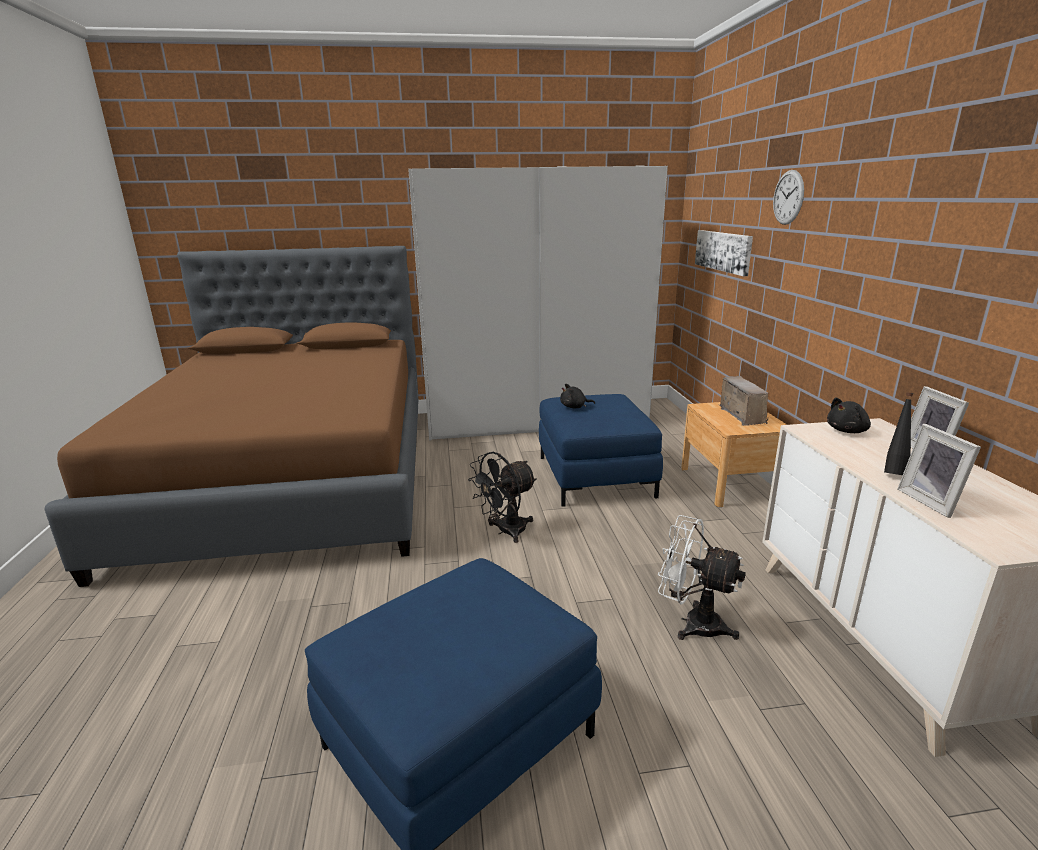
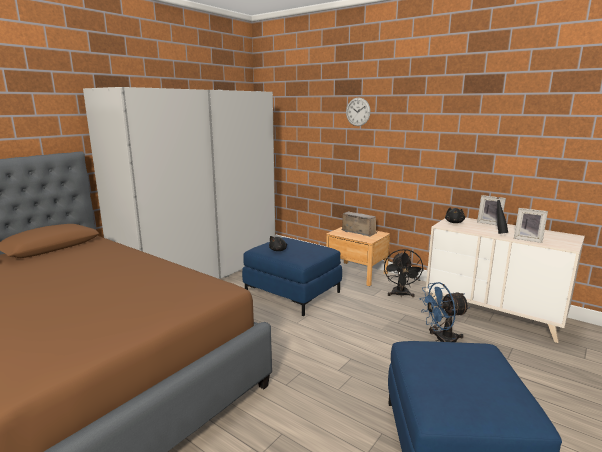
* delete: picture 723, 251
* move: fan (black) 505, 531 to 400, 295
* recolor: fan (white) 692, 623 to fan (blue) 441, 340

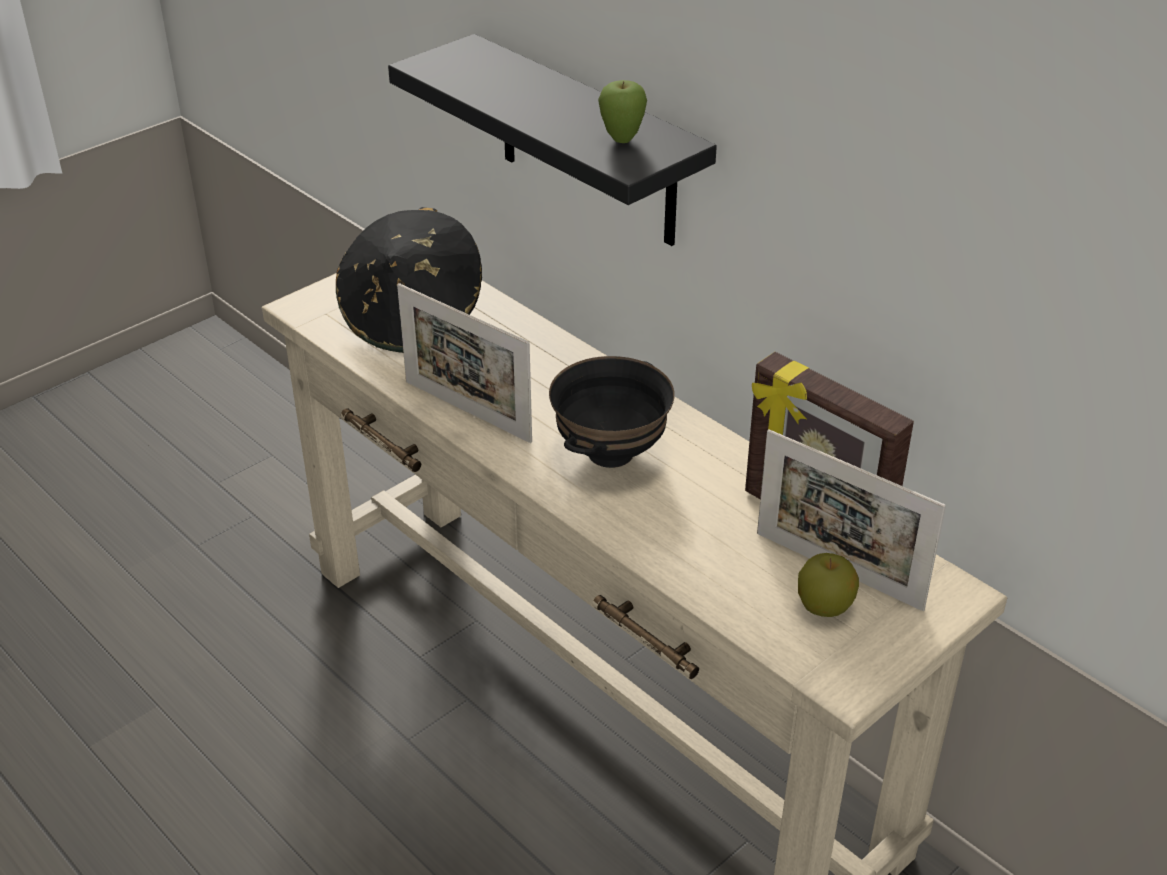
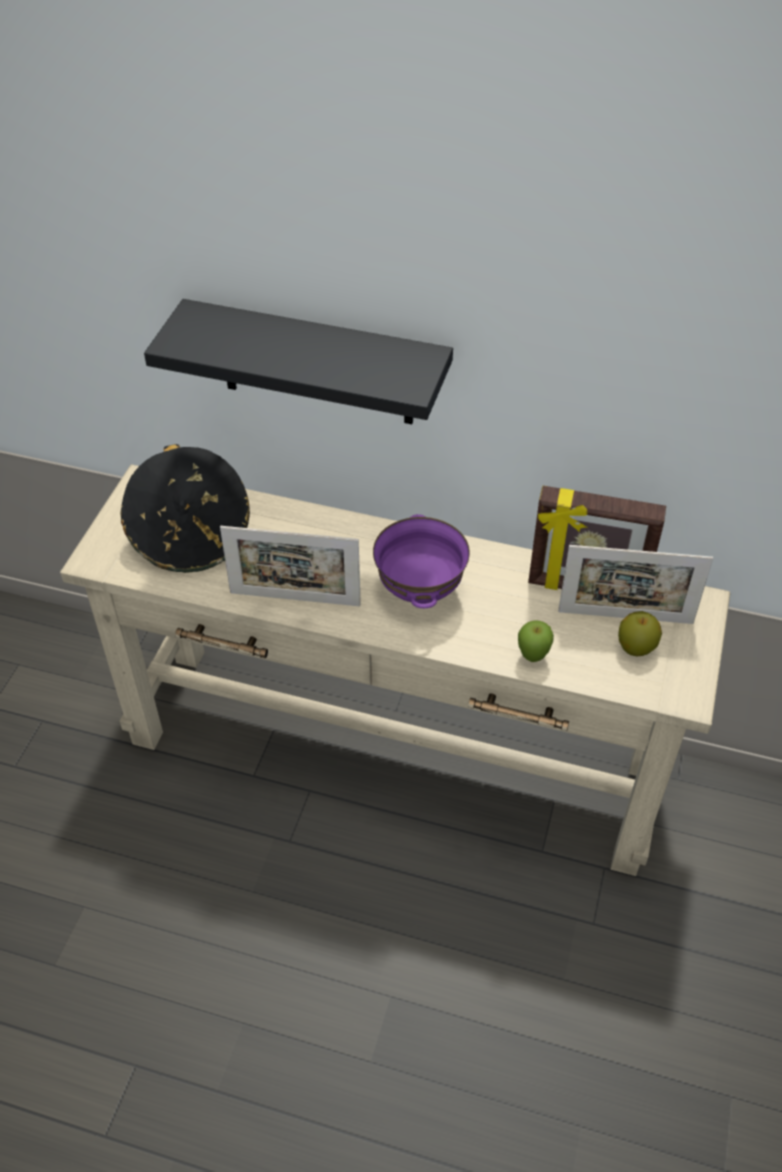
* move: apple 622, 140 to 532, 657
* recolor: bowl (black) 609, 453 to bowl (purple) 419, 591

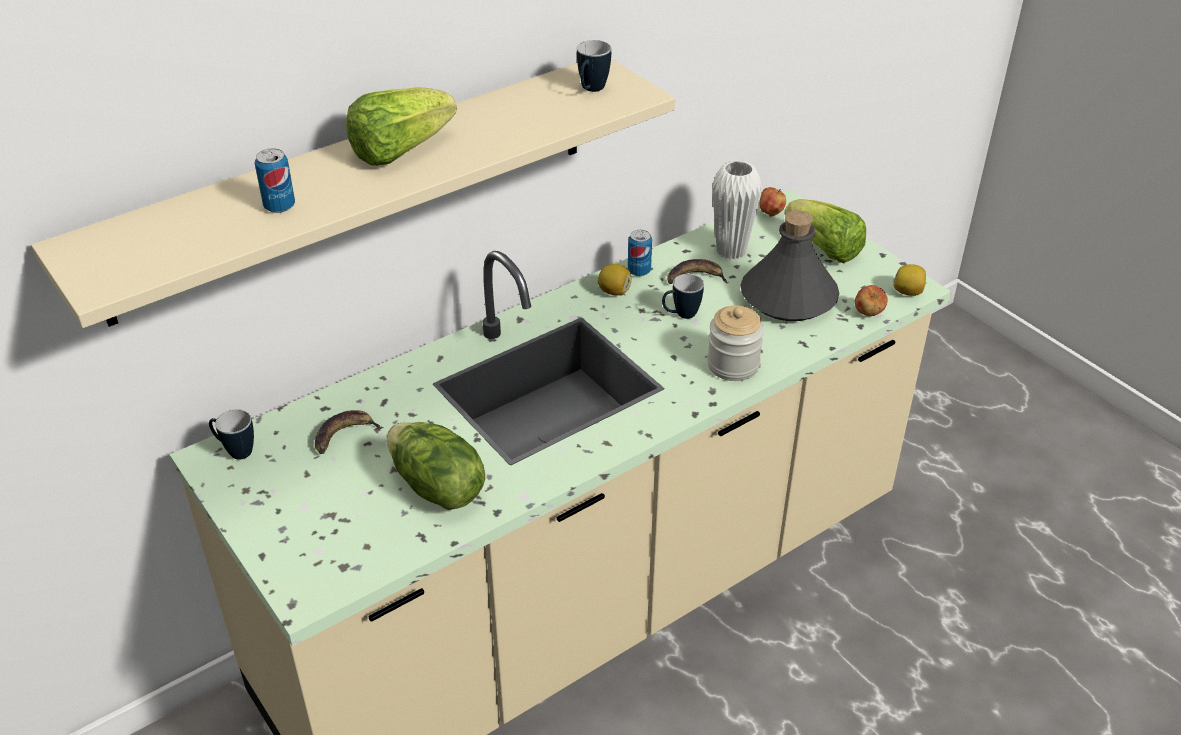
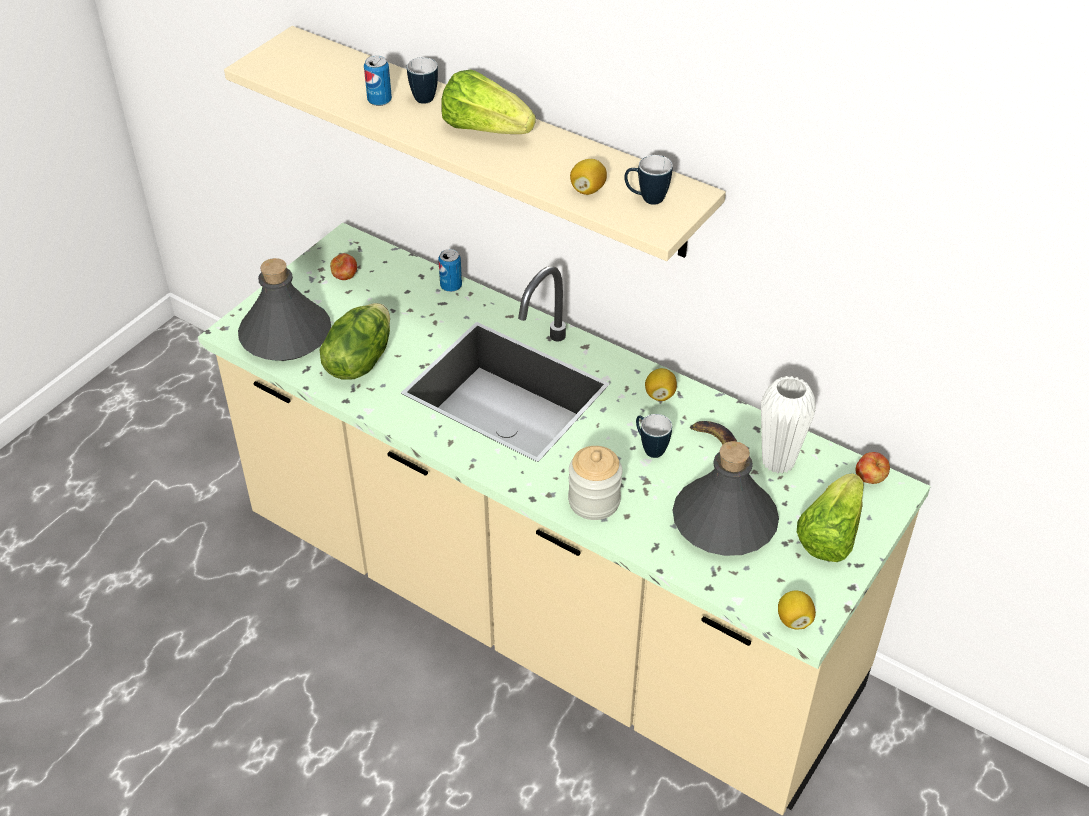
* move: can 639, 271 to 451, 286
* move: apple 868, 313 to 345, 278
* move: mug 235, 451 to 425, 96
* delete: banana 344, 435
* insert: lemon 588, 189
* insert: bottle (grey) 286, 336

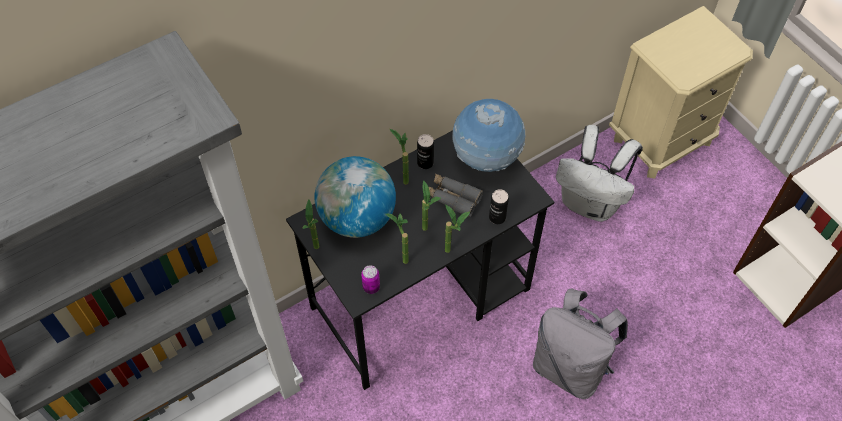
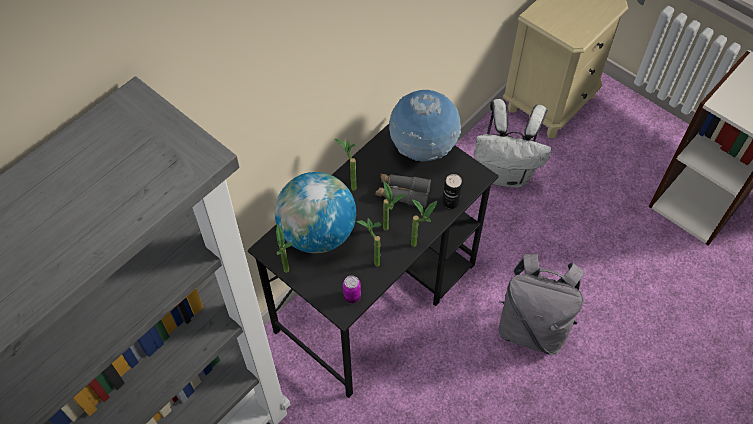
* delete: can 425, 163

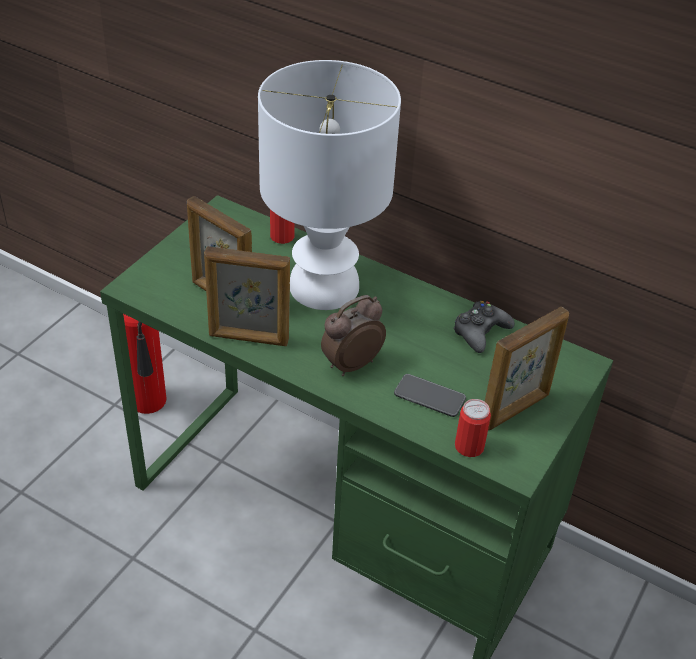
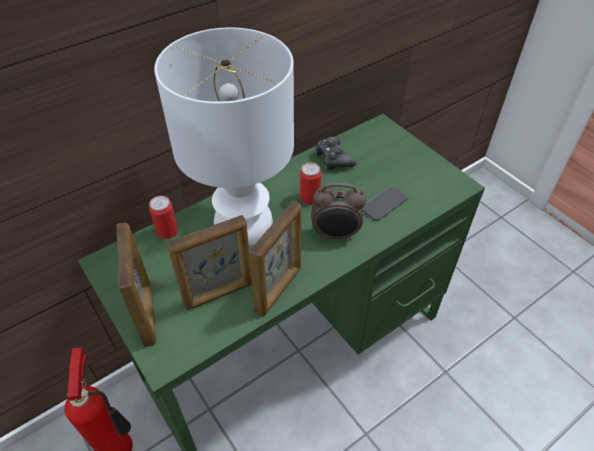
* rotate: alarm clock 350, 364 = 335, 235 75 degrees counterclockwise
* move: picture frame 515, 409 to 148, 314
* move: can 469, 446 to 310, 197

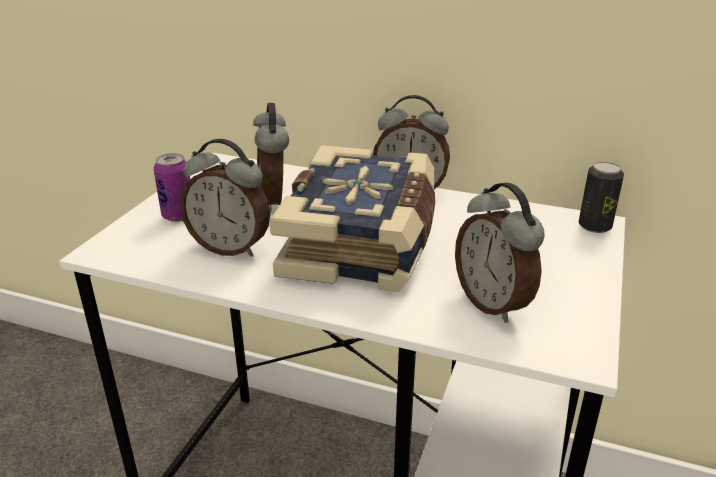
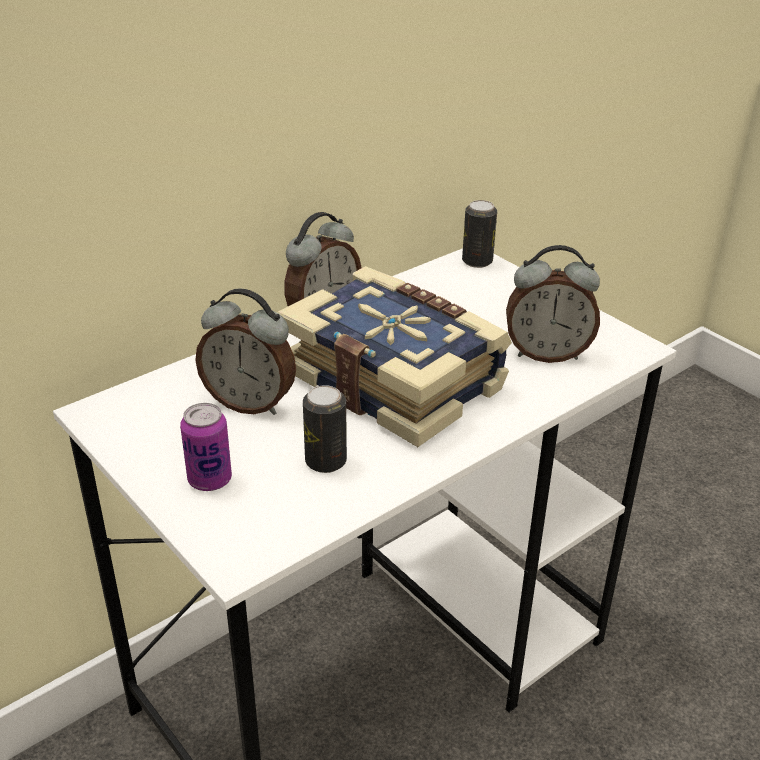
* replace: alarm clock 231, 248 to can 326, 461

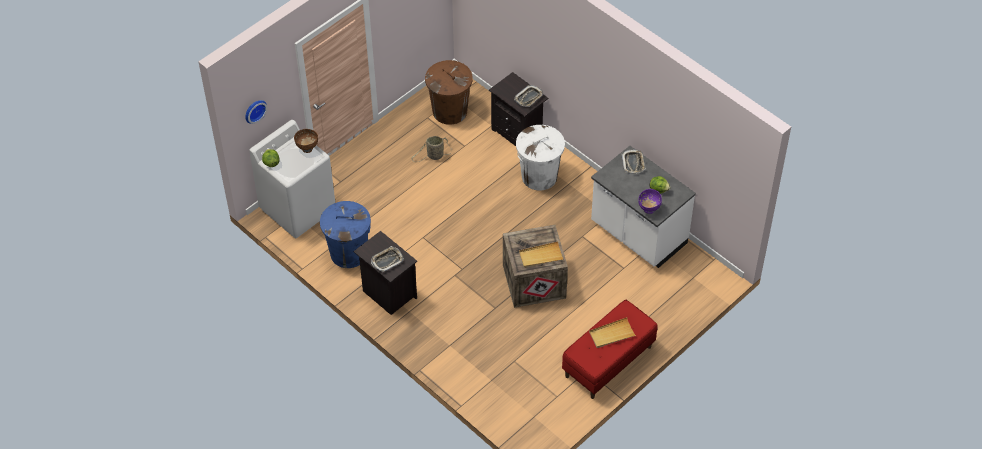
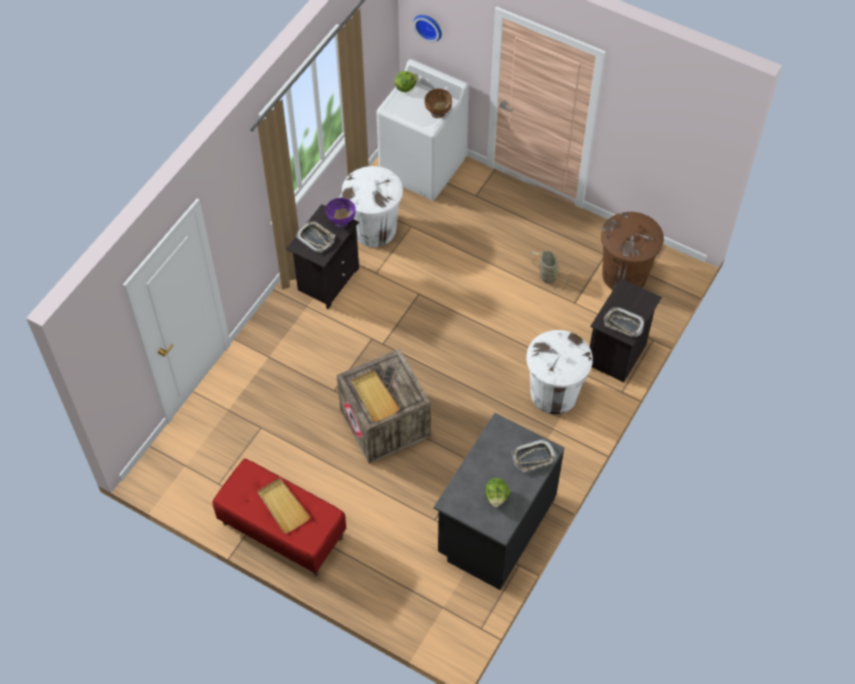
* recolor: counter (white) 638, 234 to counter (black) 495, 526
* move: bowl (purple) 649, 209 to 341, 221
* recolor: trash can (blue) 348, 253 to trash can (white) 374, 229

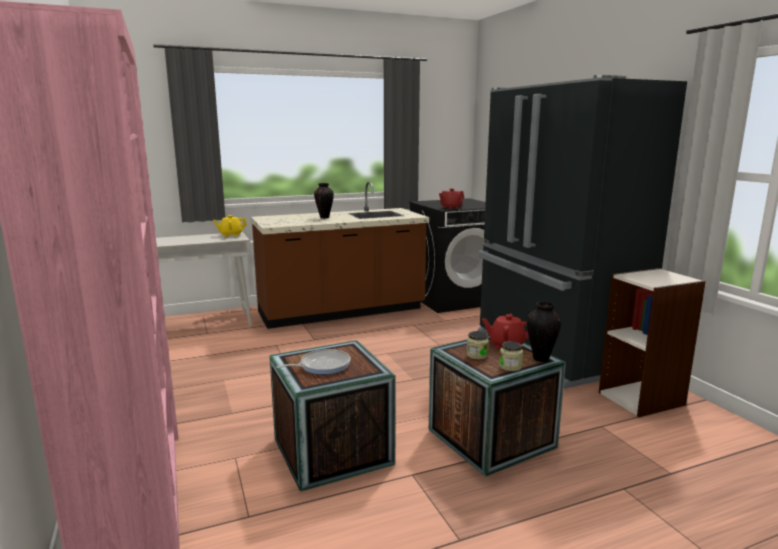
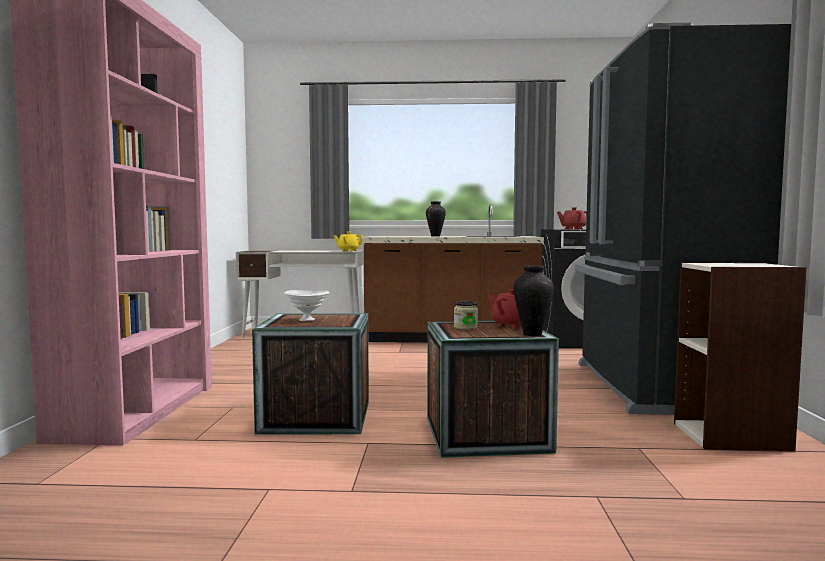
* delete: jar 510, 367
* replace: frying pan 322, 366 to bowl (white) 306, 320

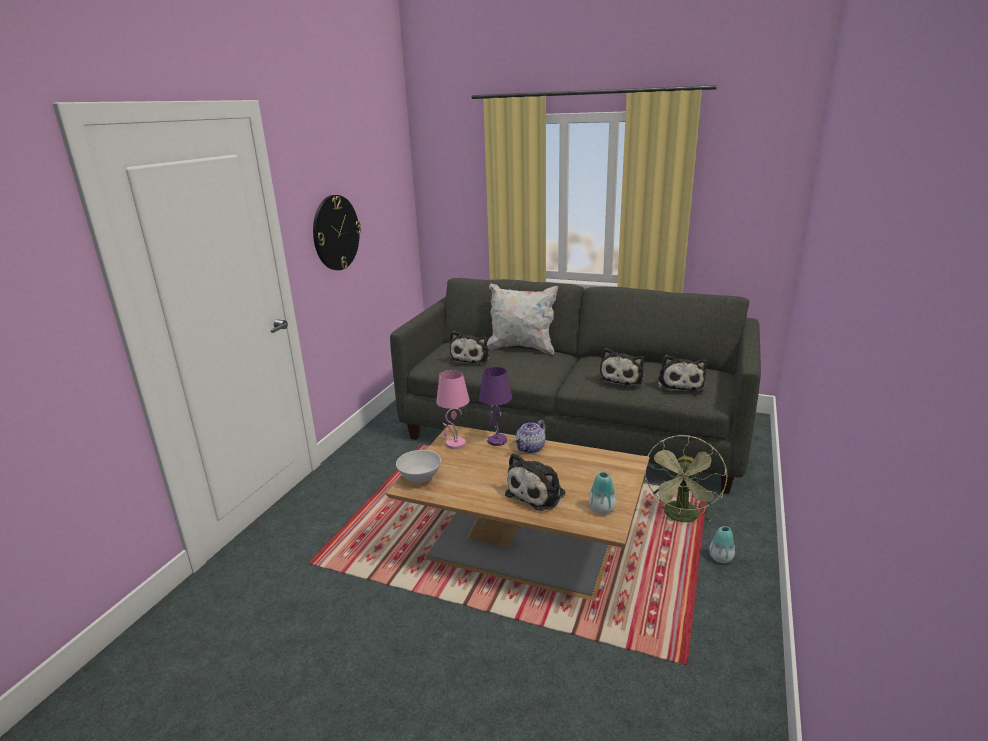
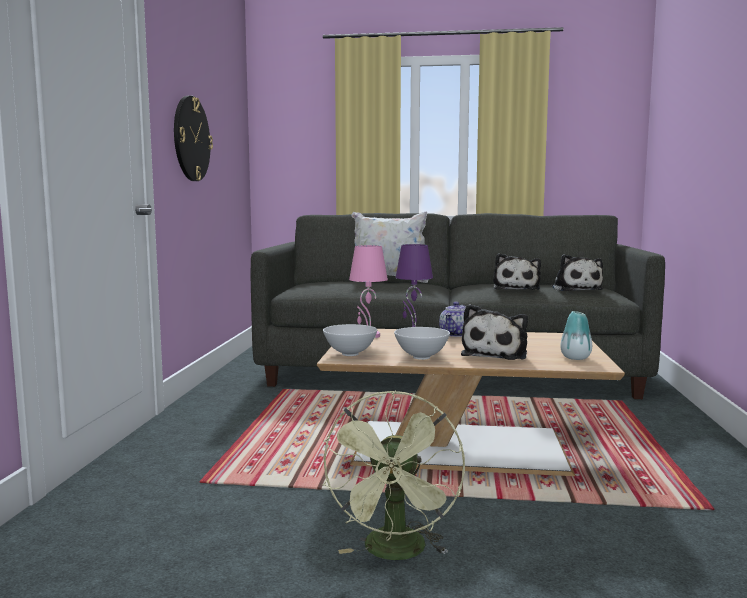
* delete: plush toy 471, 358
* move: fan (green) 682, 518 to 396, 553
* delete: vase 721, 558
* insert: bowl (white) 422, 357

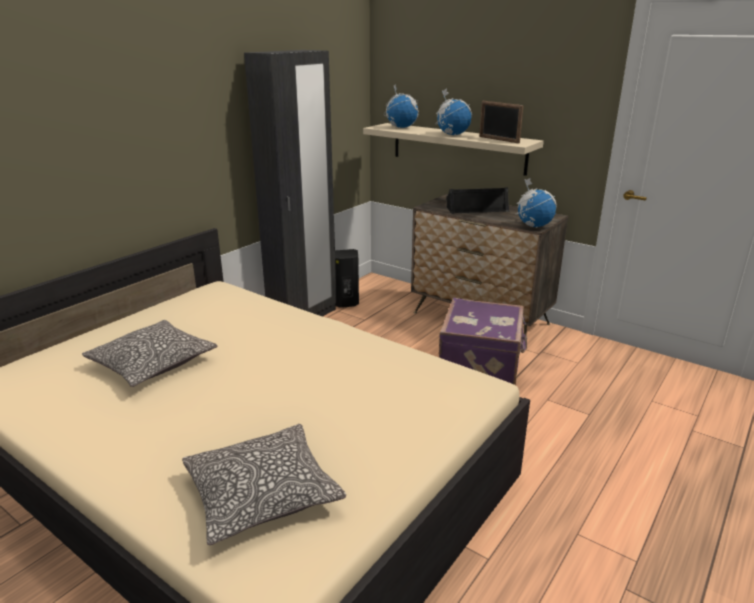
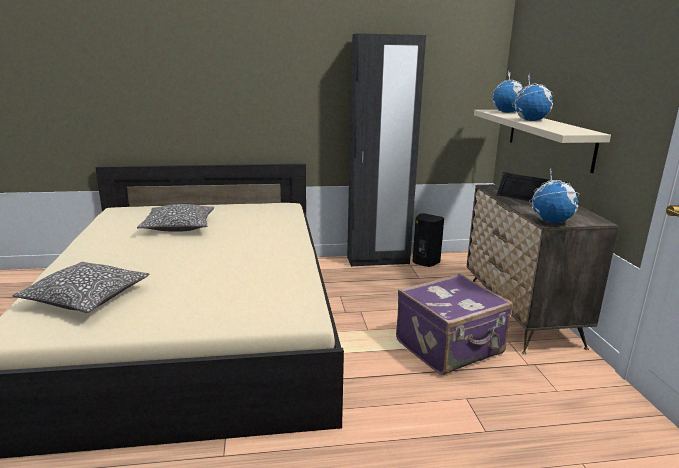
* delete: picture frame 498, 139

